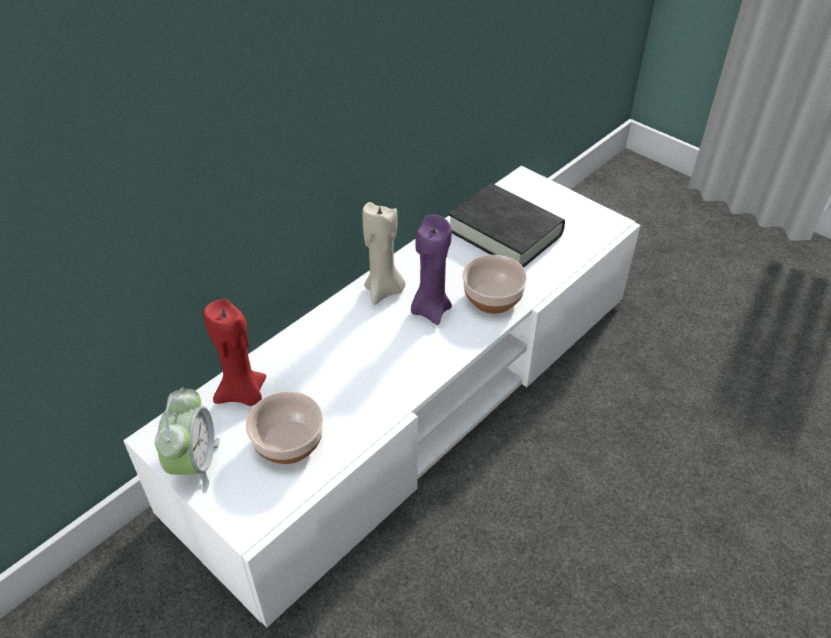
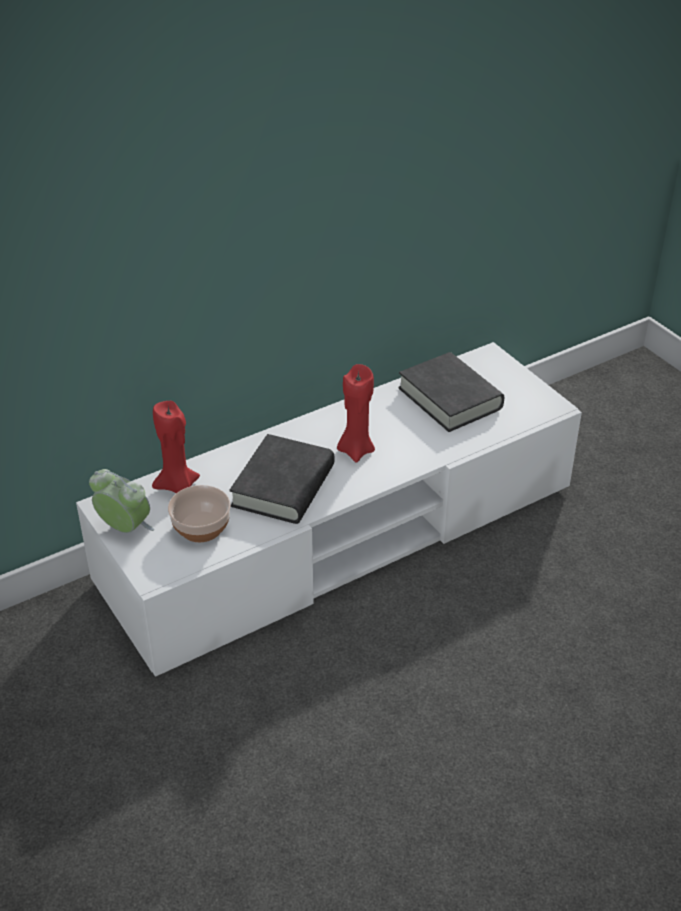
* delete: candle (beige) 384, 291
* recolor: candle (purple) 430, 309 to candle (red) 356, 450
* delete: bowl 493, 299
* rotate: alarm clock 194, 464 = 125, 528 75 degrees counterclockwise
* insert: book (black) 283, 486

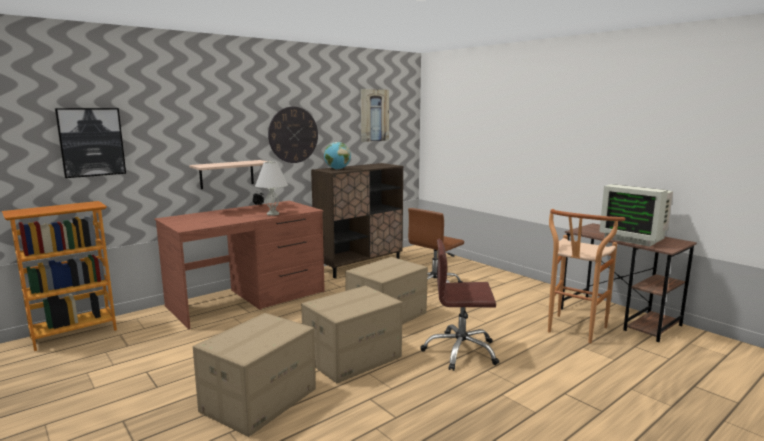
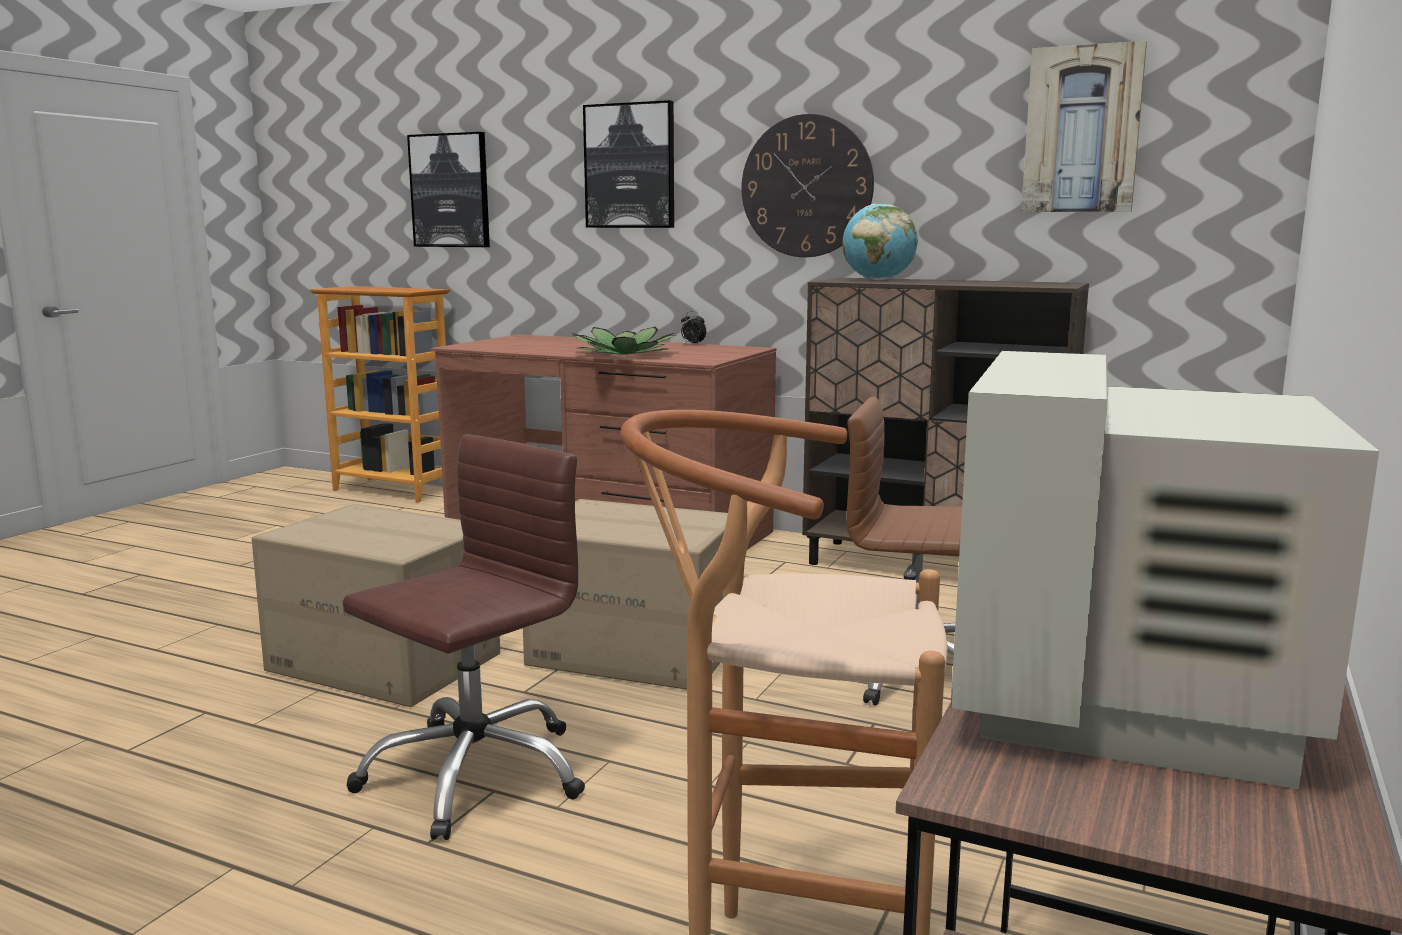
* delete: shelf 227, 174
* replace: table lamp (white) 273, 214 to potted plant 624, 354
* rotate: office chair (brown) 460, 352 = 474, 773 60 degrees clockwise
* delete: cardboard box 259, 400
* insert: picture 630, 166

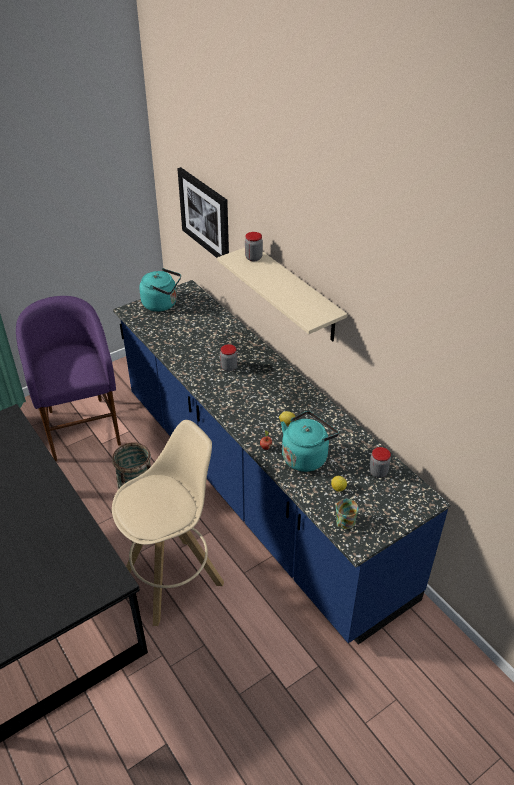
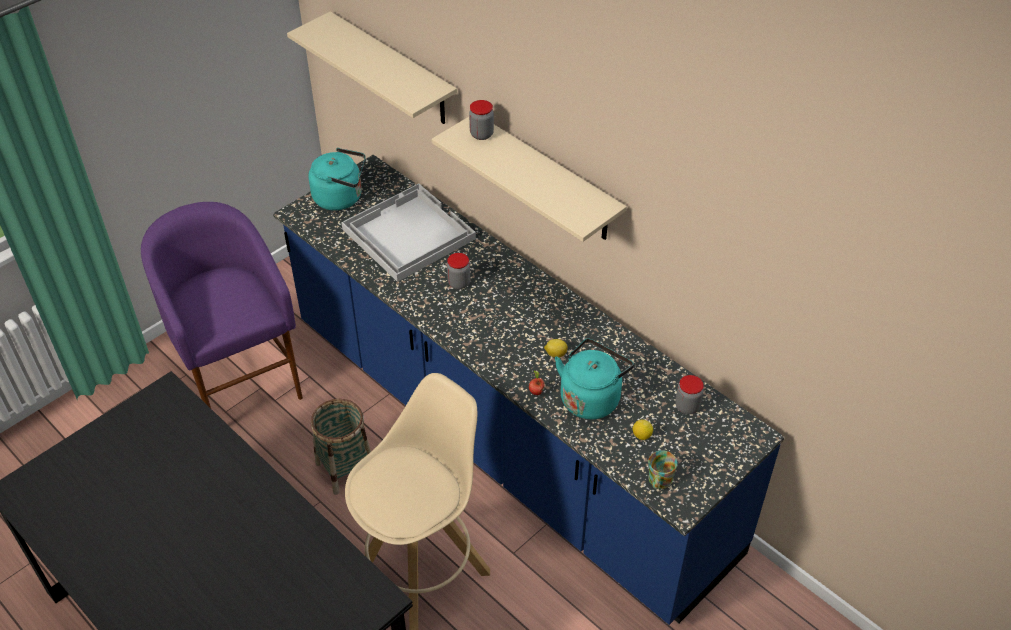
* replace: picture 205, 215 to shelf (beige) 393, 70
* insert: tray (white) 407, 234

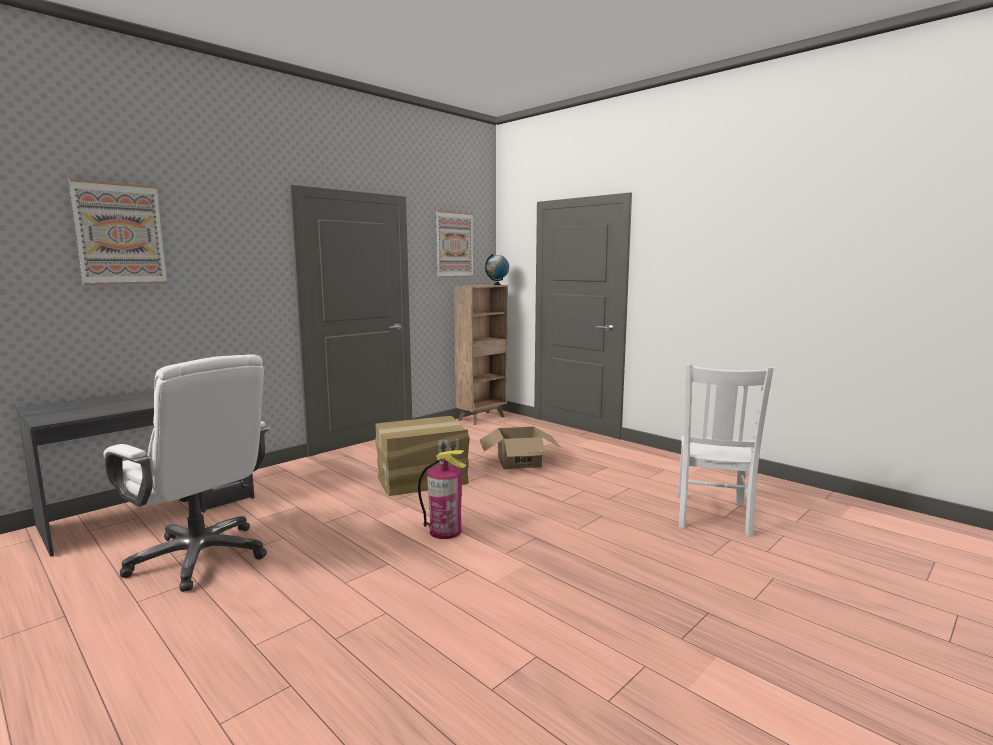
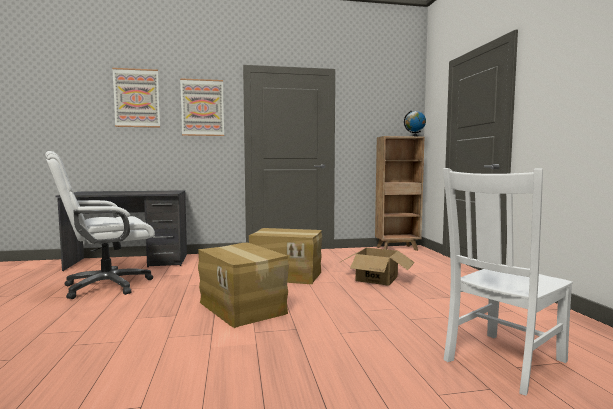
* move: picture 454, 244 to 202, 108
* rotate: office chair (white) 200, 557 = 106, 286 75 degrees clockwise
* replace: fire extinguisher 445, 531 to cardboard box 243, 307

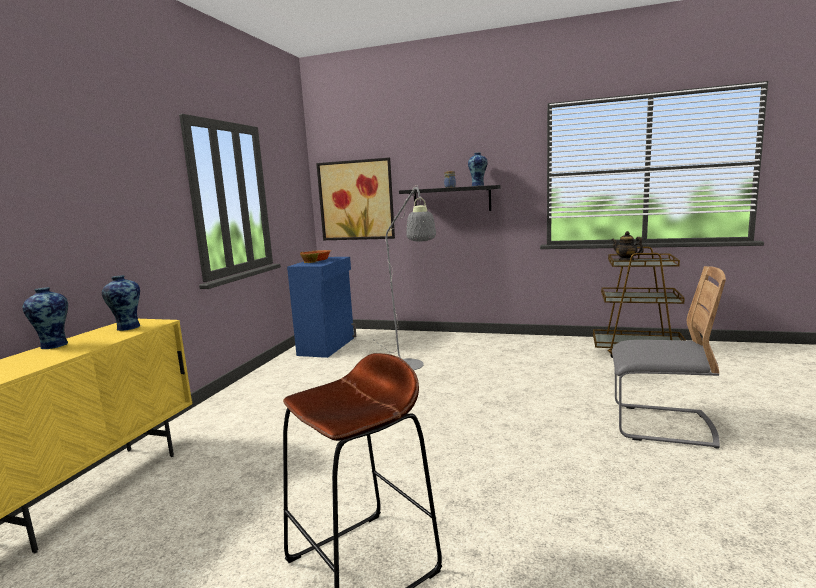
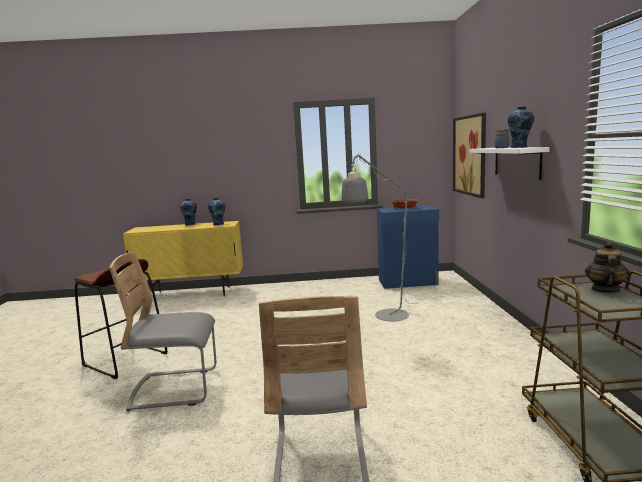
* recolor: shelf (black) 451, 200 to shelf (white) 516, 162
* insert: chair (grey) 175, 389

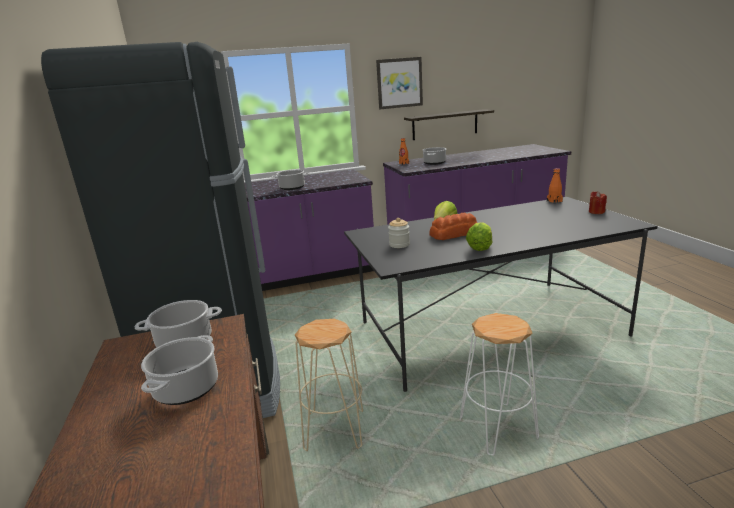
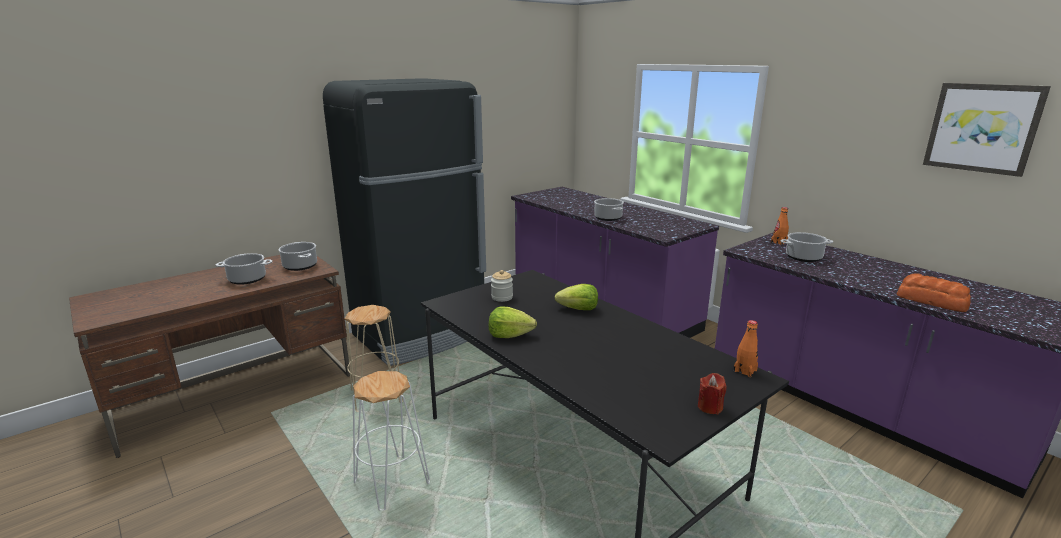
* move: picture 399, 83 to 982, 128
* delete: shelf 445, 125
* move: bread 455, 234 to 932, 301

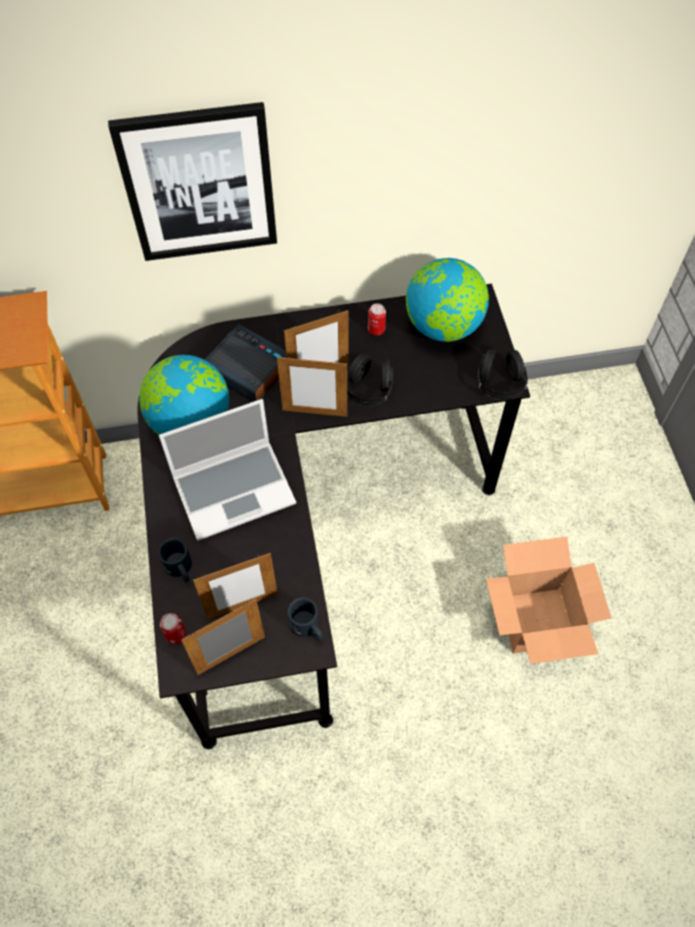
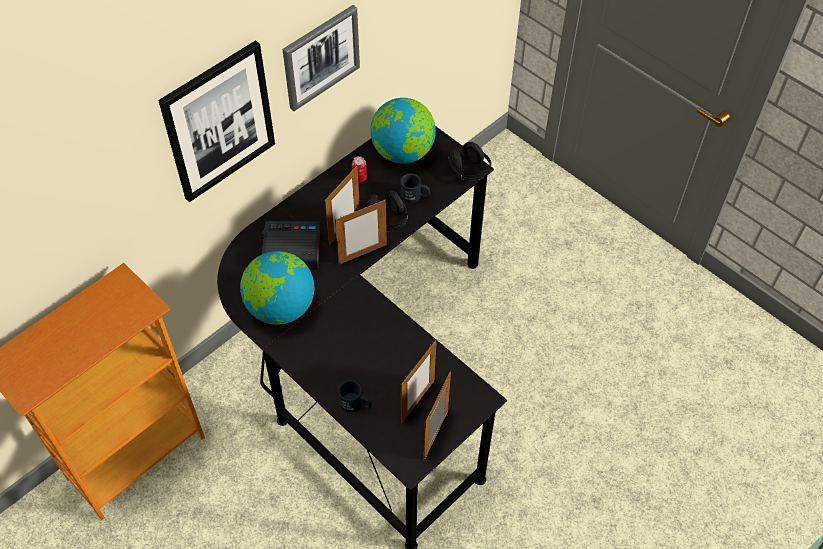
* delete: laptop 235, 489
* delete: cardboard box 537, 619
* move: mug (black) 308, 628 to 415, 196
* delete: can 176, 635
* insert: picture 320, 57

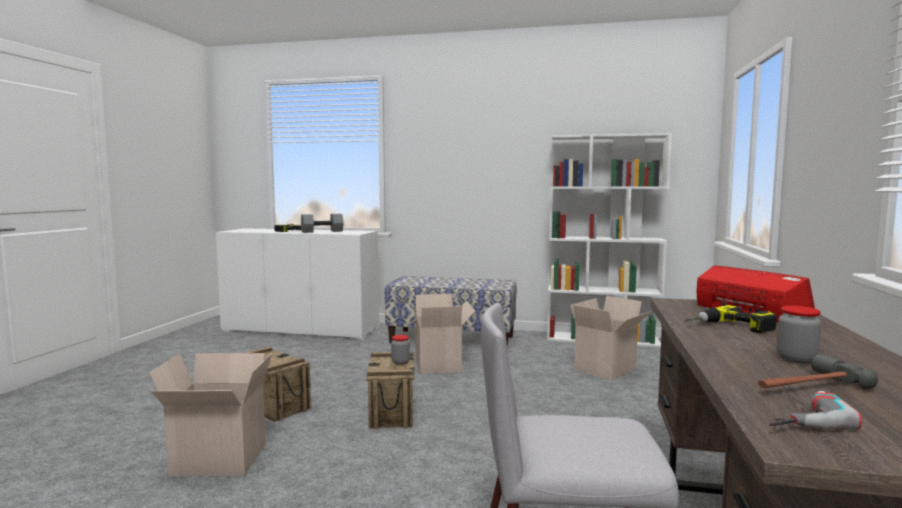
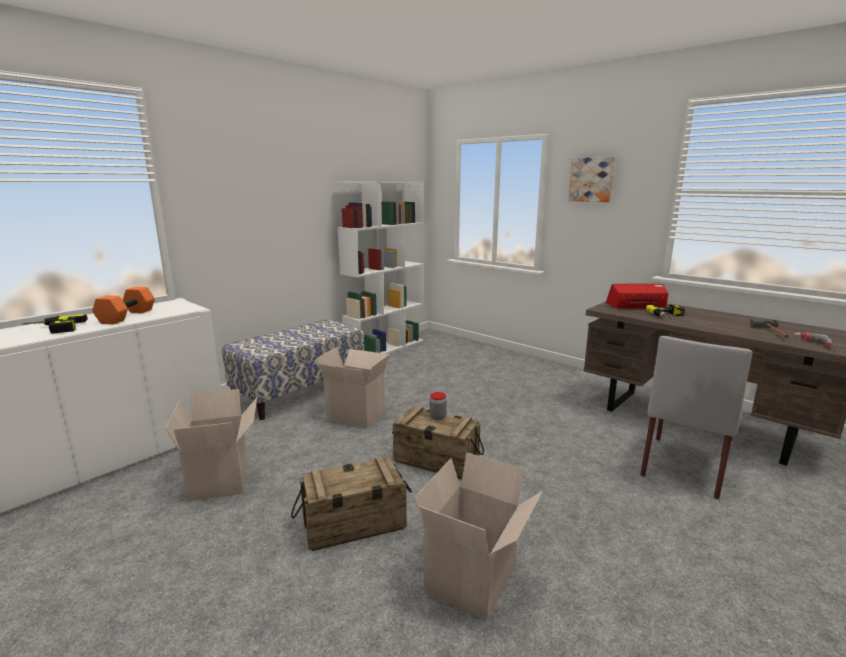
* recolor: dumbbell (grey) 322, 231 to dumbbell (orange) 126, 316
* move: cardboard box 606, 370 to 221, 480
* delete: jar 796, 359
* insert: picture 592, 179

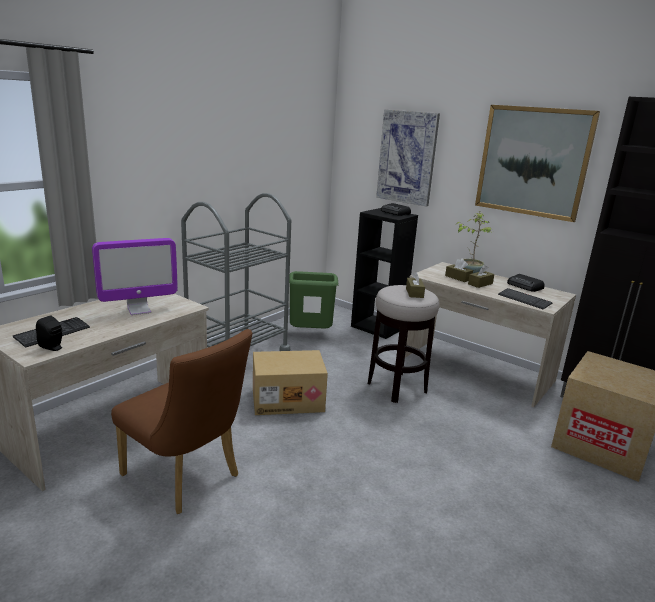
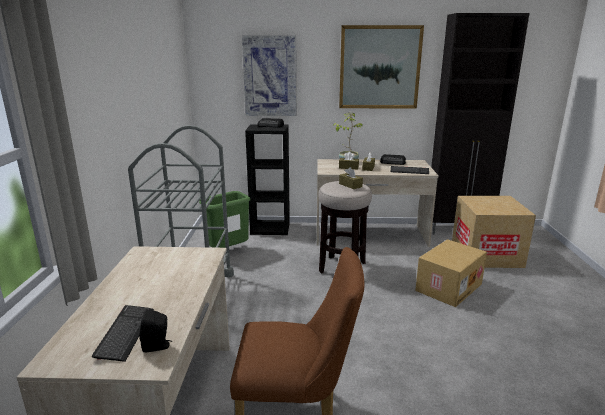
* delete: monitor 139, 310
* move: cardboard box 288, 399 to 448, 287

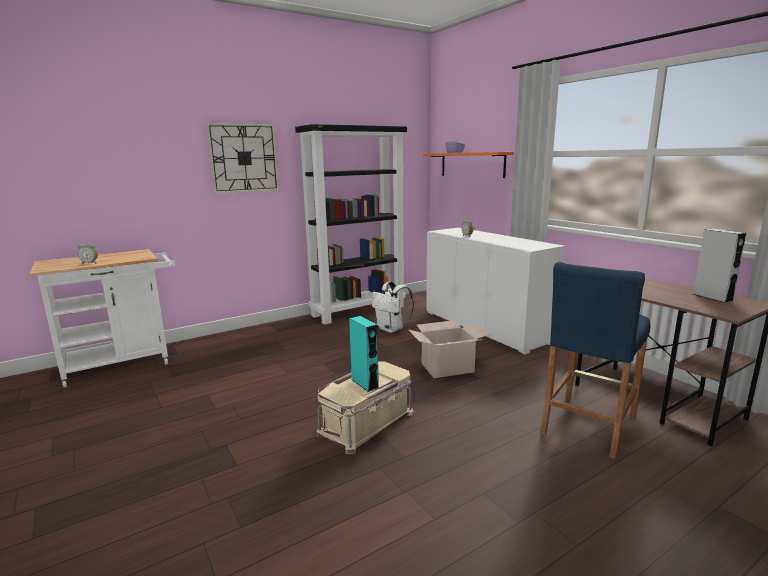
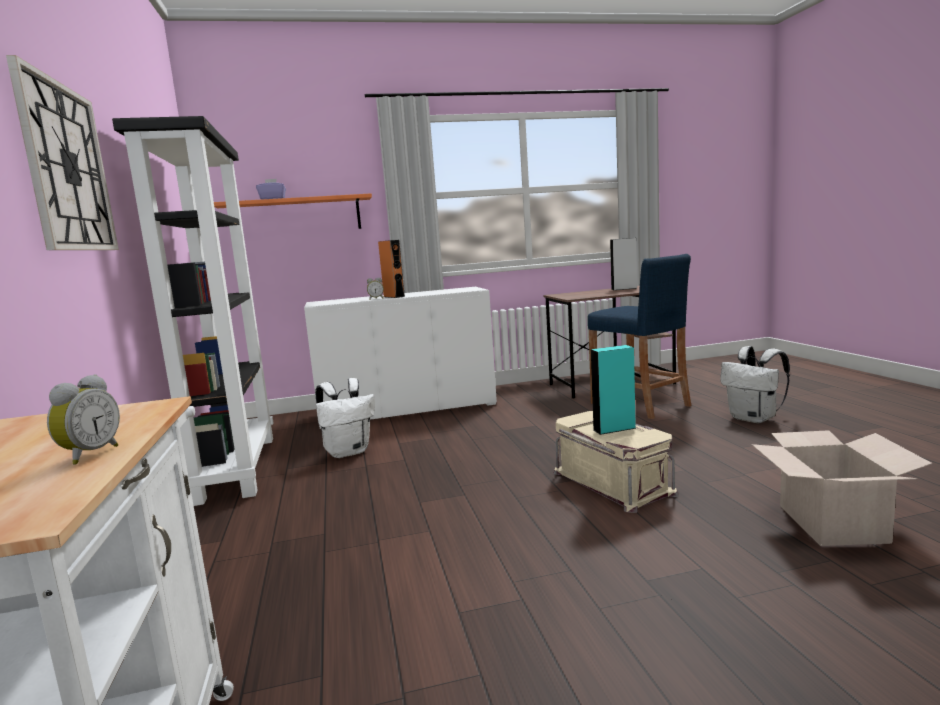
* move: cardboard box 447, 368 to 833, 523
* insert: speaker (orange) 394, 296
* insert: backpack (white) 754, 419

